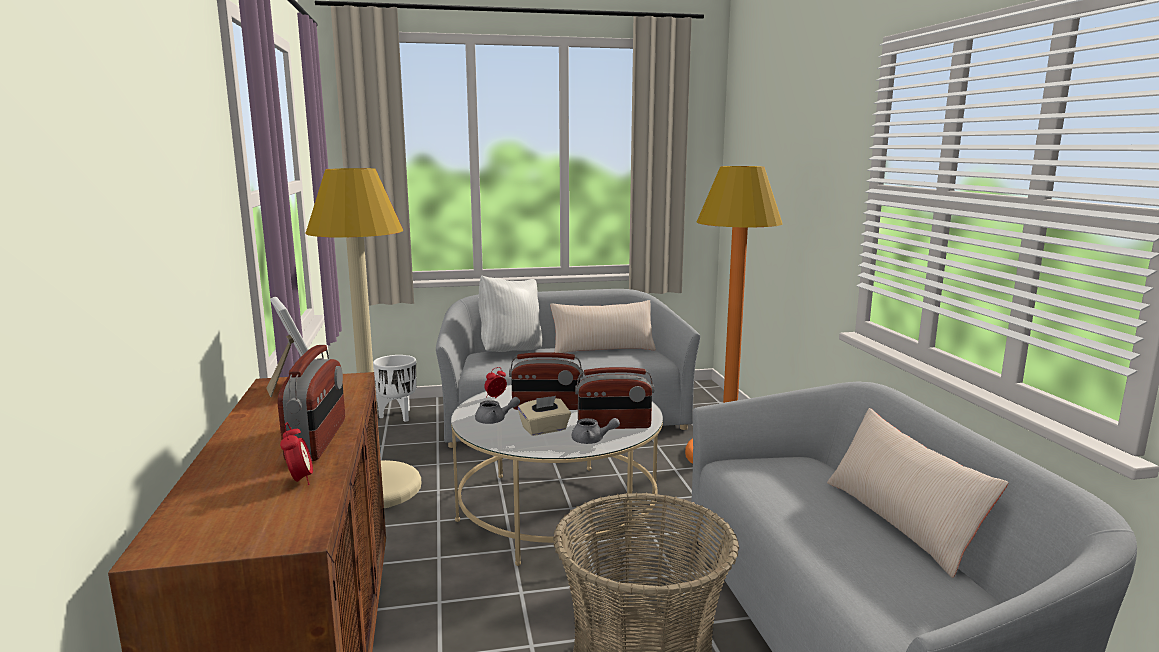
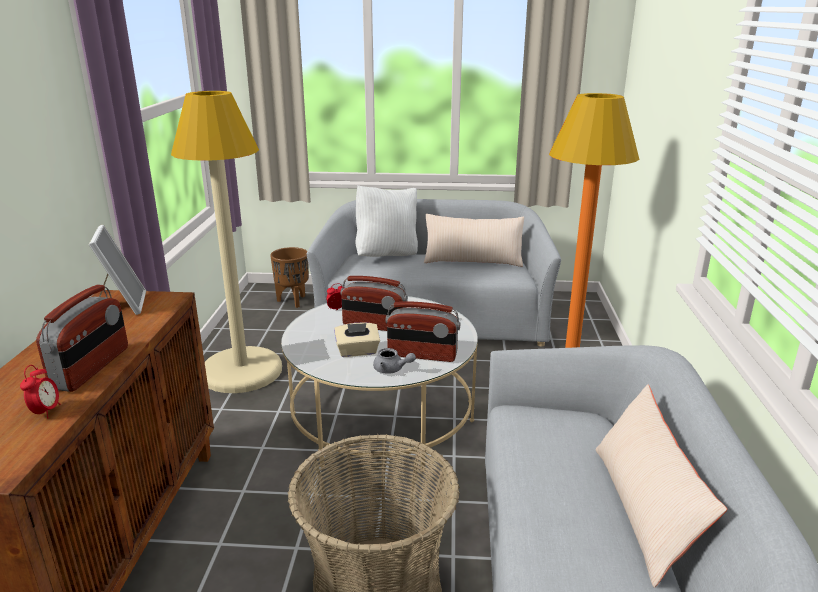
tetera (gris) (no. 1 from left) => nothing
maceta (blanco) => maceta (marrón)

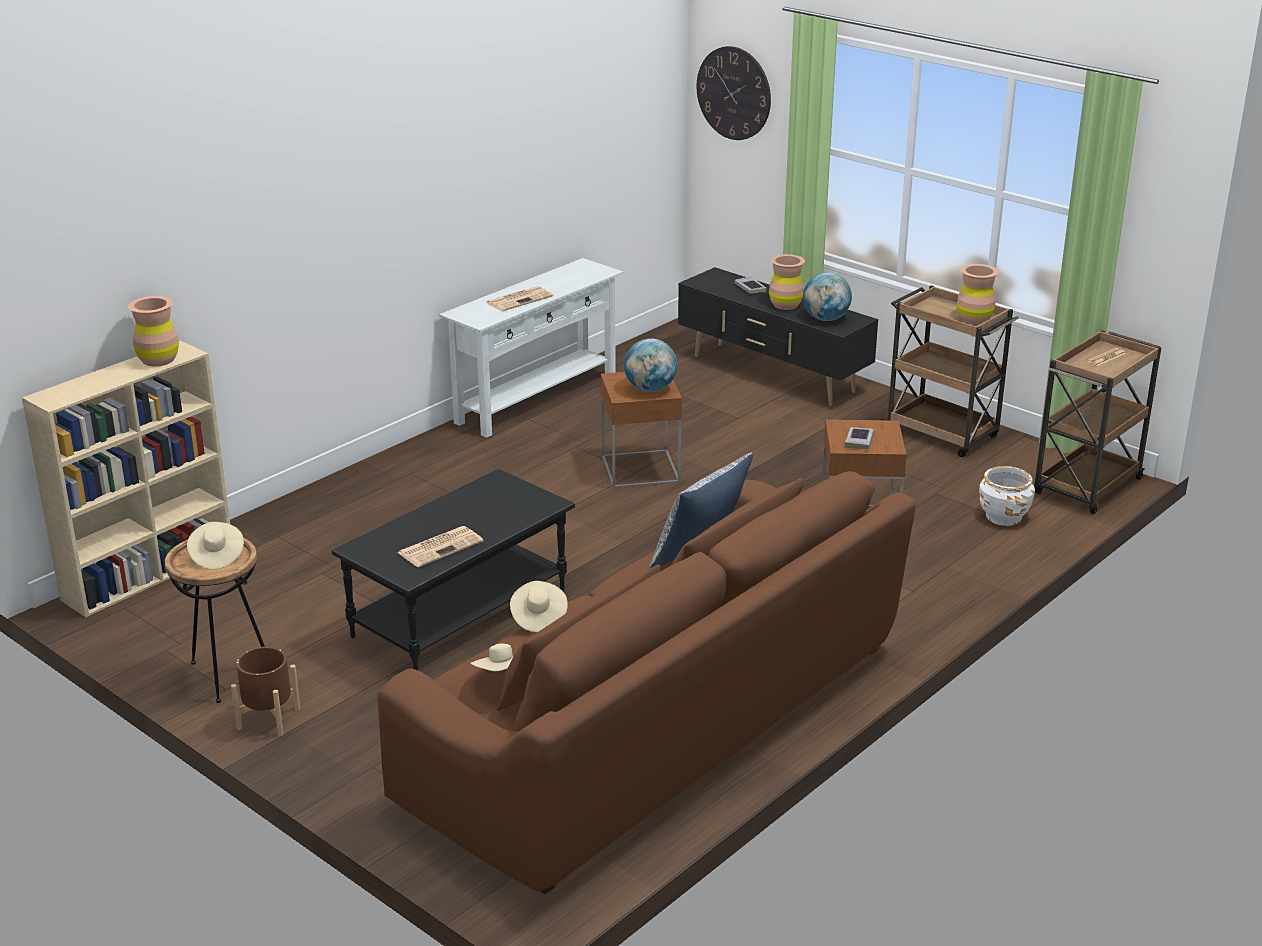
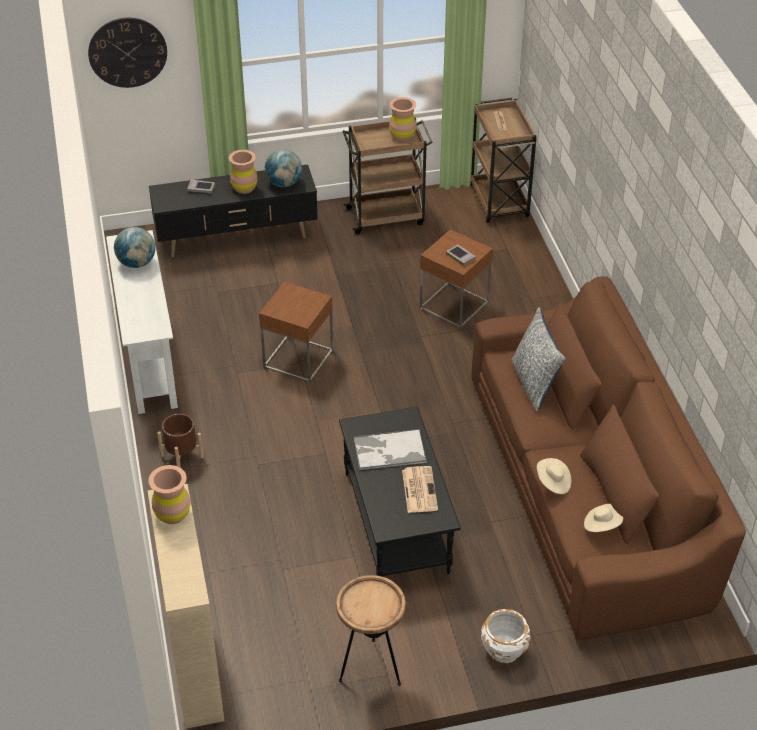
sombrero (beis) (no. 1 from left) => nothing
periódico (no. 2 from left) => nothing
nothing => bandeja
maceta (marrón), relocated
globo terráqueo (no. 1 from left), relocated
maceta (blanco), relocated

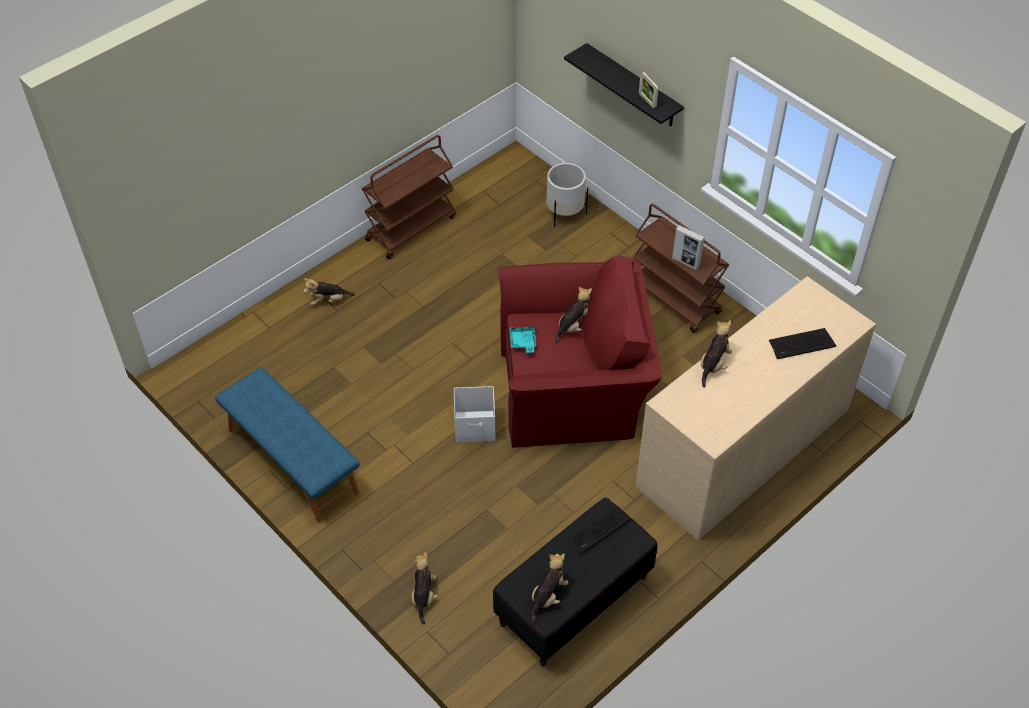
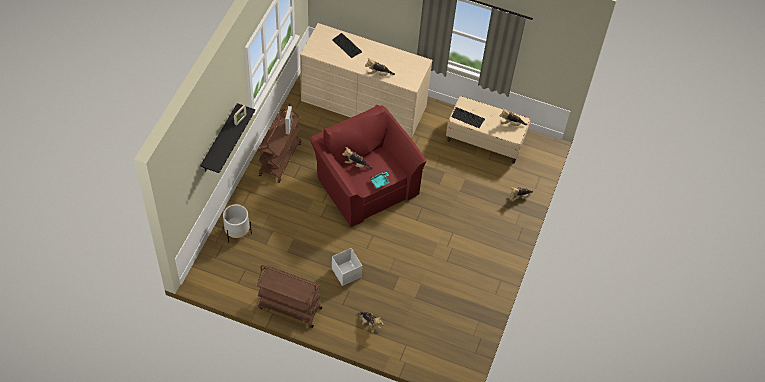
banco (azul) => nothing
caja de almacenaje (blanco), relocated
banco (negro) => banco (beis)

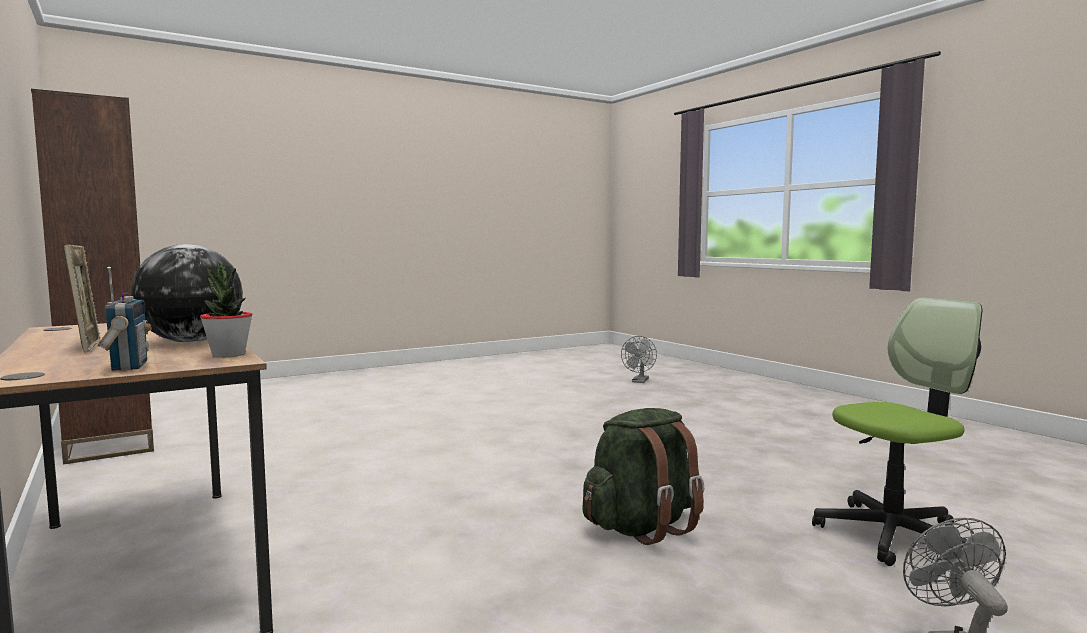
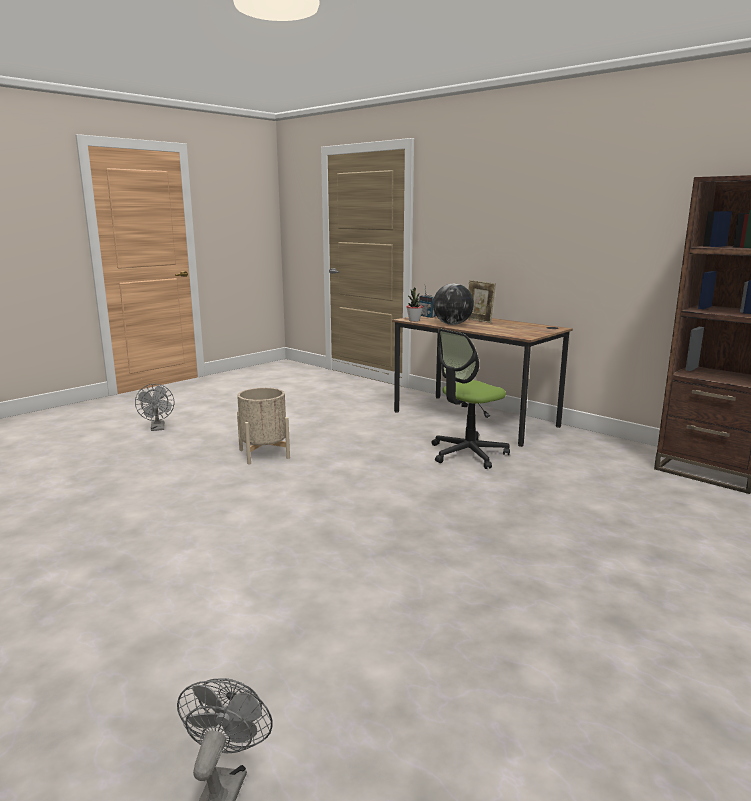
silla de oficina, relocated
mochila (verde) => maceta (beis)

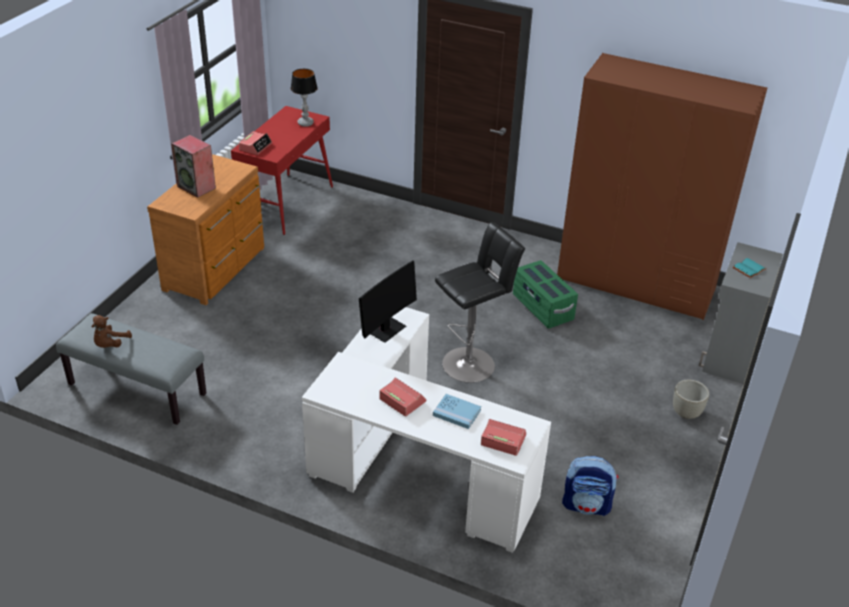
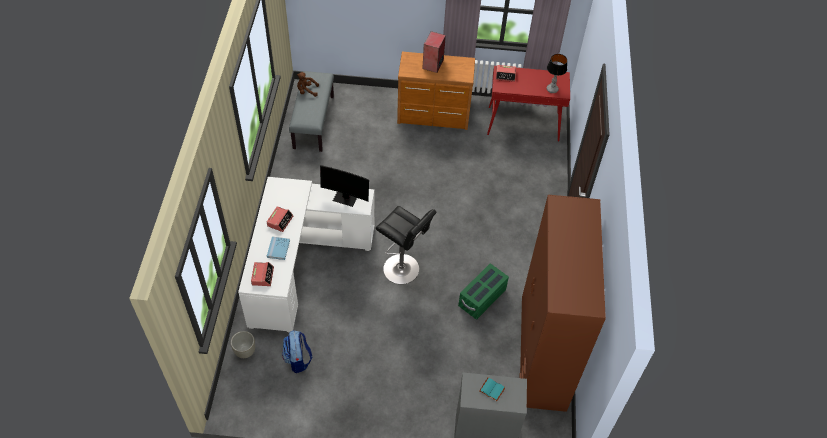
maceta (gris), relocated

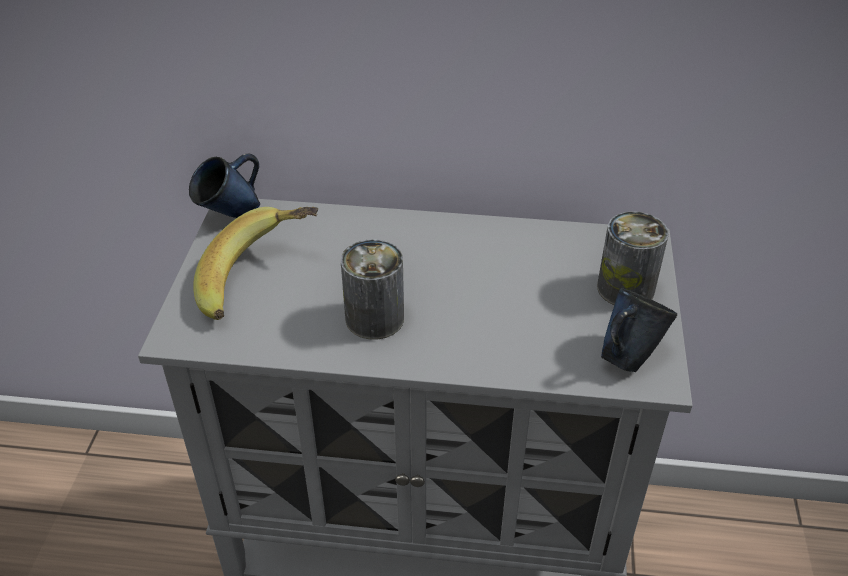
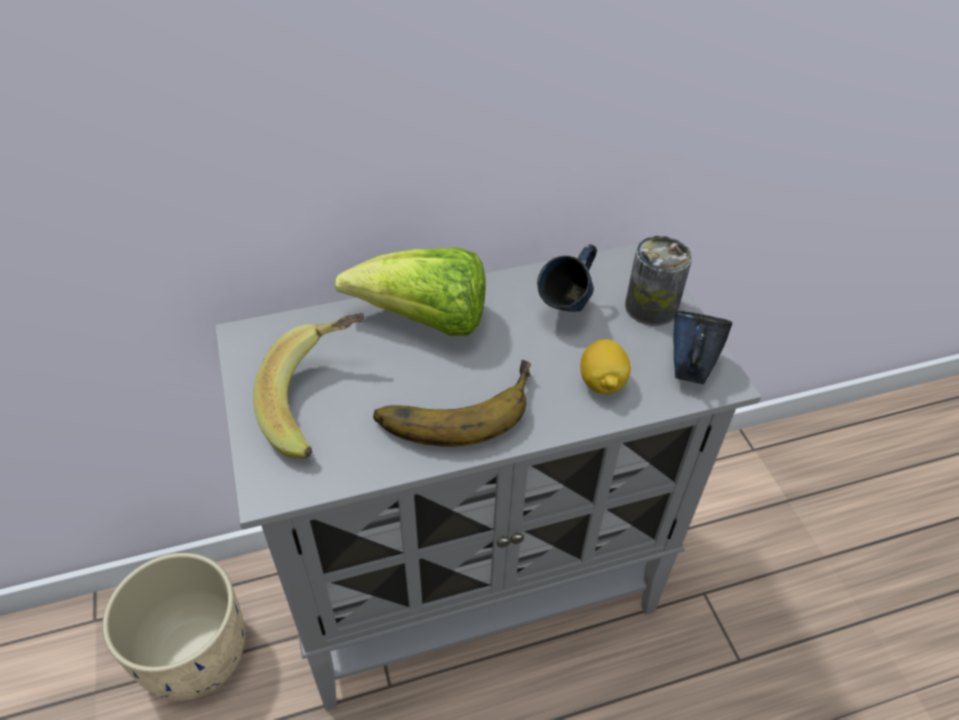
nothing => maceta (beis)
nothing => lechuga
nothing => limón
taza grande (azul) (no. 1 from left), relocated
lata (no. 1 from left) => plátano (no. 2 from left)

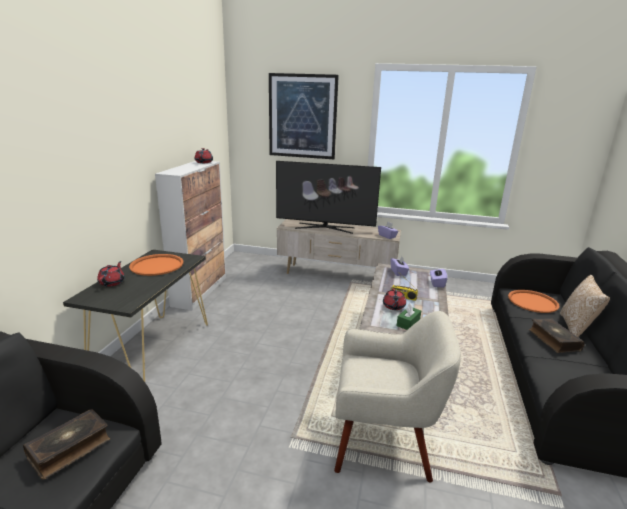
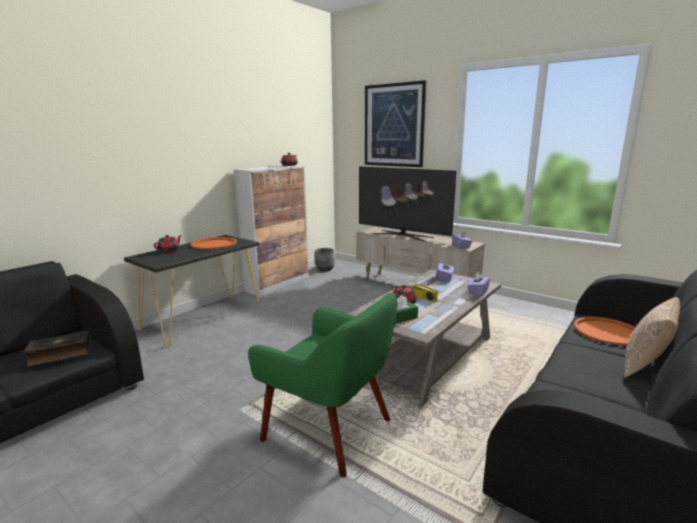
libro (no. 2 from left) => nothing
nothing => maceta (gris)
sillón (beis) => sillón (verde)

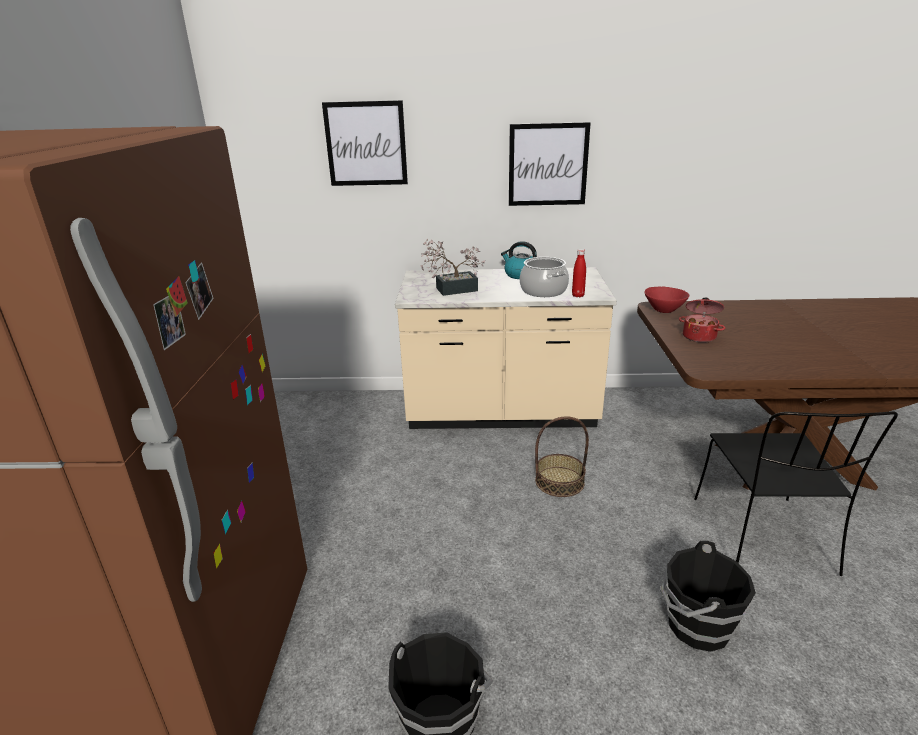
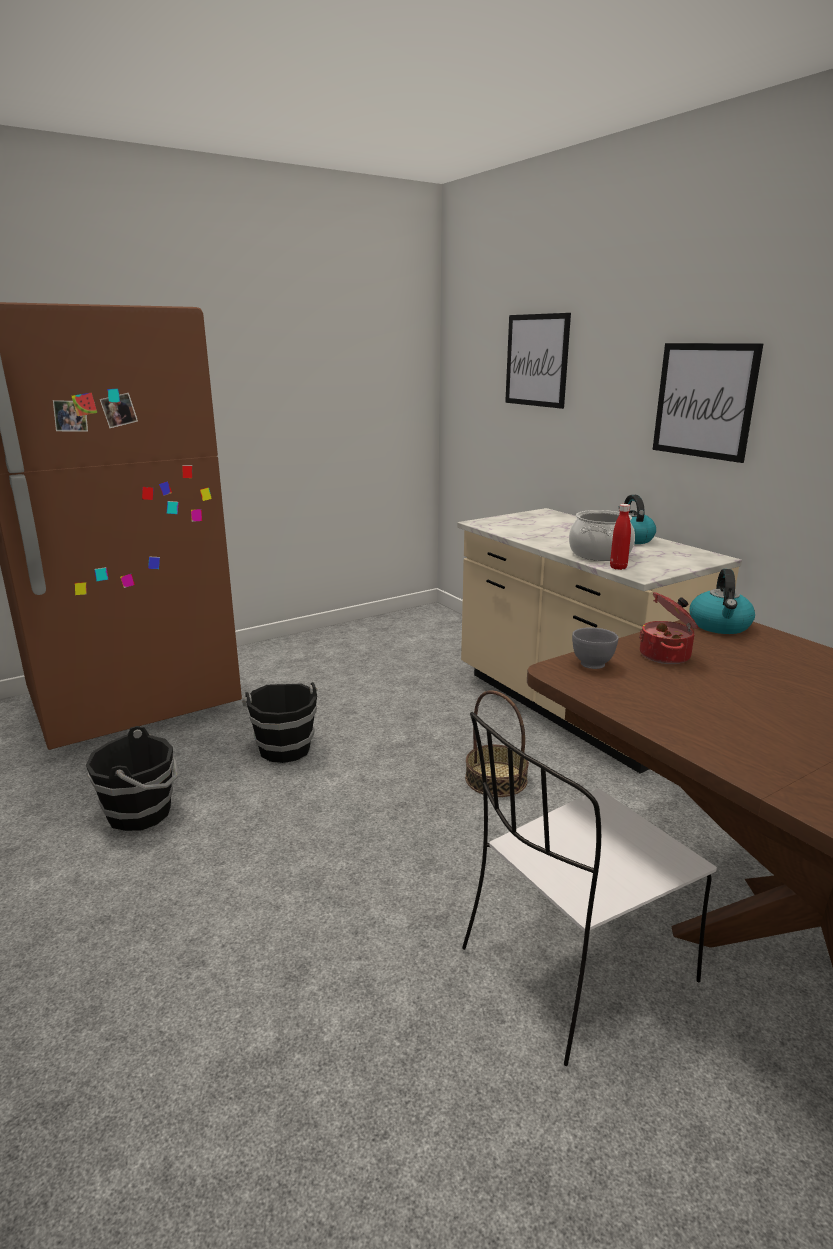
planta en maceta => nothing
nothing => cuenco (gris)
cubo (negro) (no. 2 from left), relocated
cuenco (rojo) => hervidor (no. 2 from left)
silla (negro) => silla (blanco)

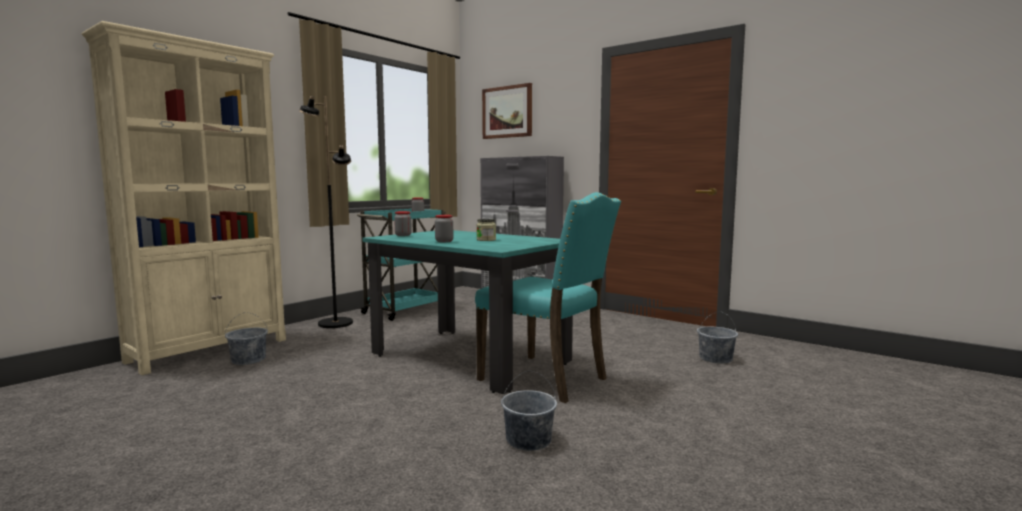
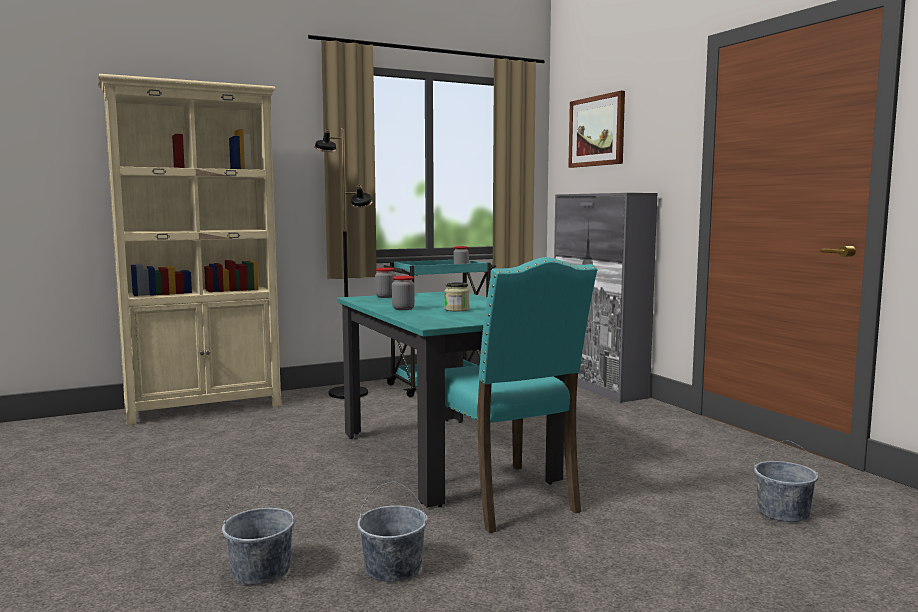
cubo (gris) (no. 1 from left), relocated

